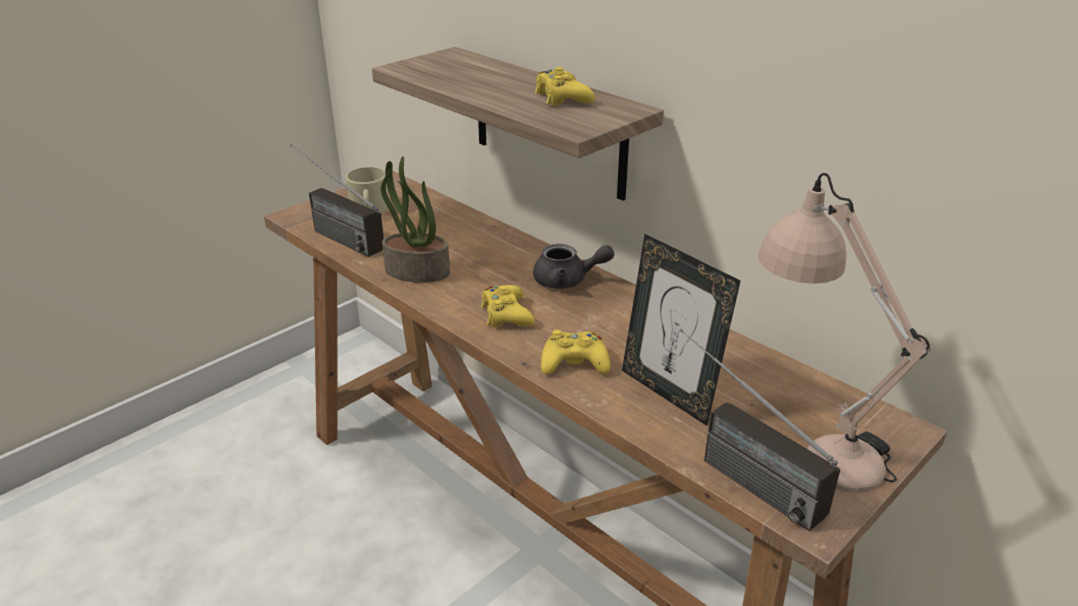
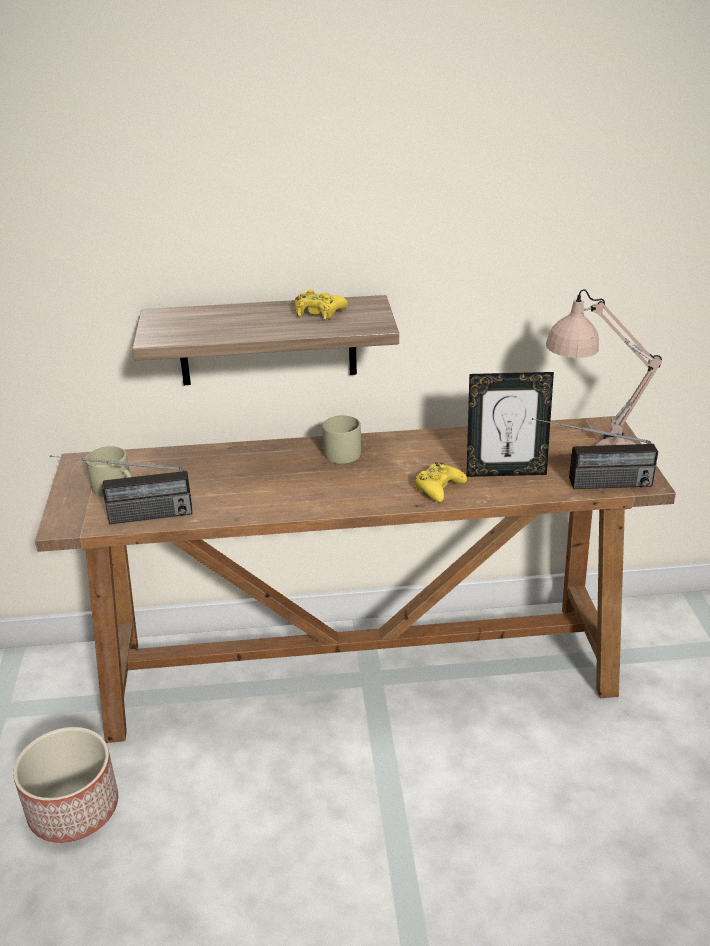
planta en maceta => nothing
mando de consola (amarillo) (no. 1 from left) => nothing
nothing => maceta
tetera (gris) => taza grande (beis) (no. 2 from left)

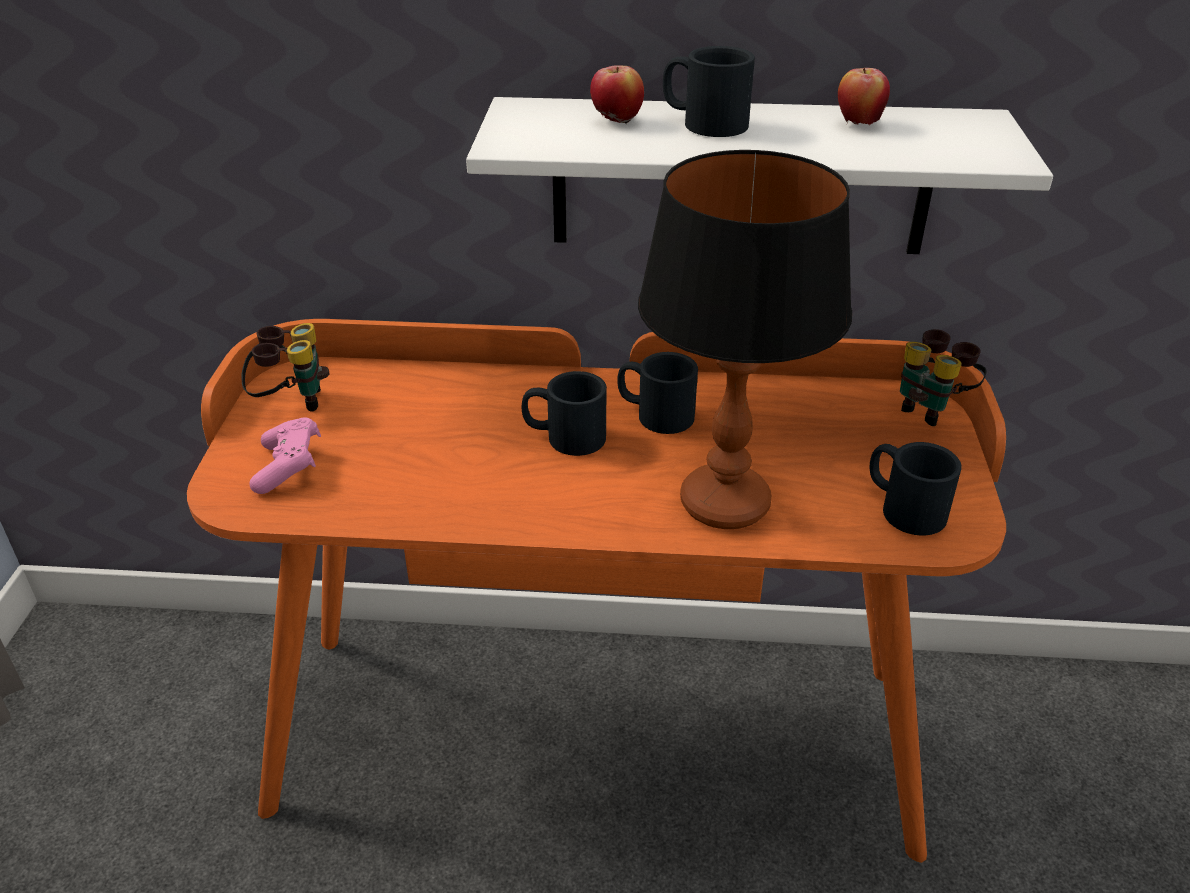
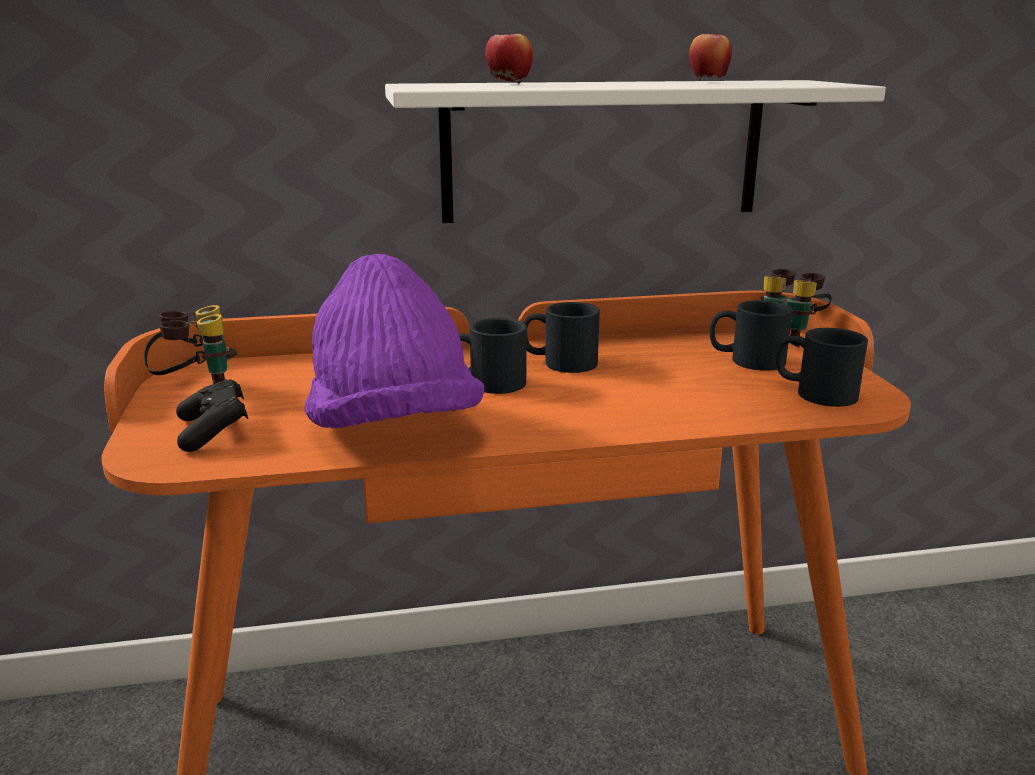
lámpara de mesa => nothing
nothing => sombrero (morado)
taza grande (negro) (no. 3 from left), relocated
mando de consola (rosa) => mando de consola (negro)

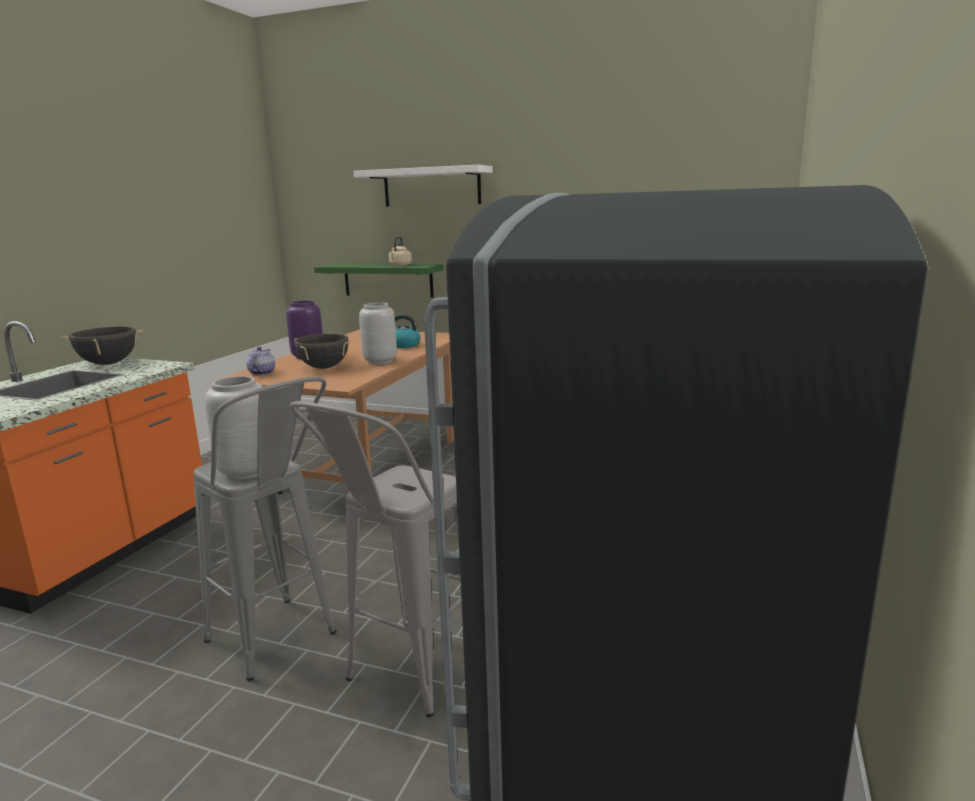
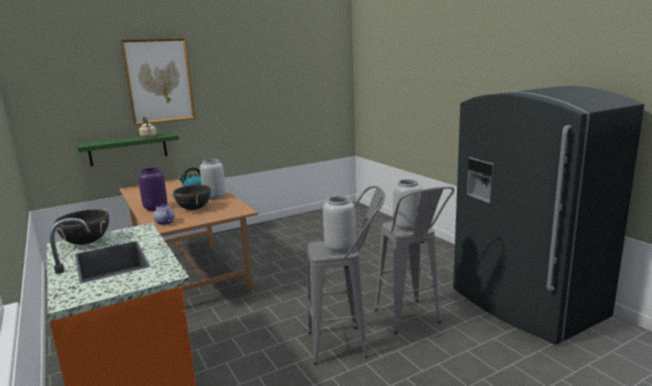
nothing => florero (gris) (no. 3 from left)
estante (blanco) => cuadro

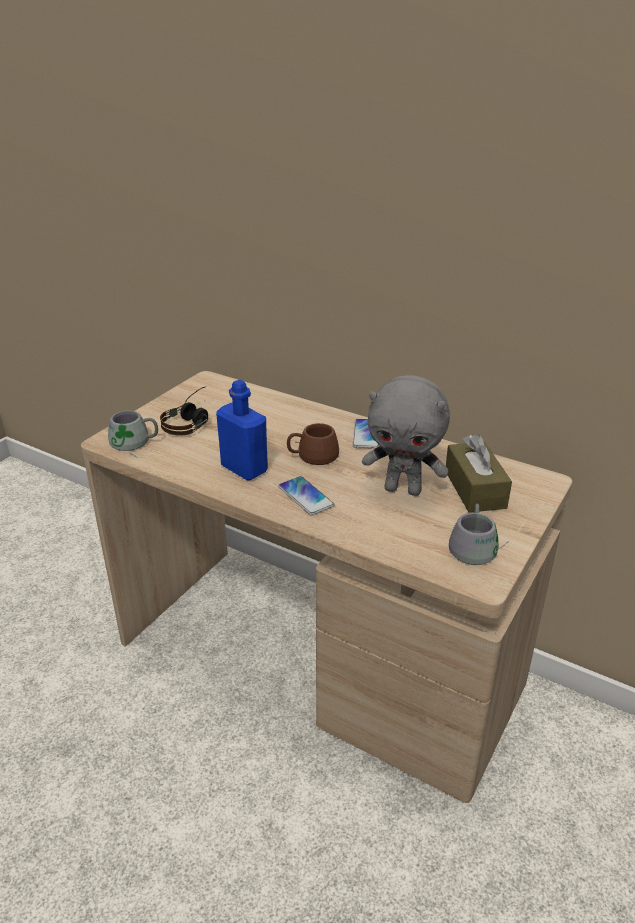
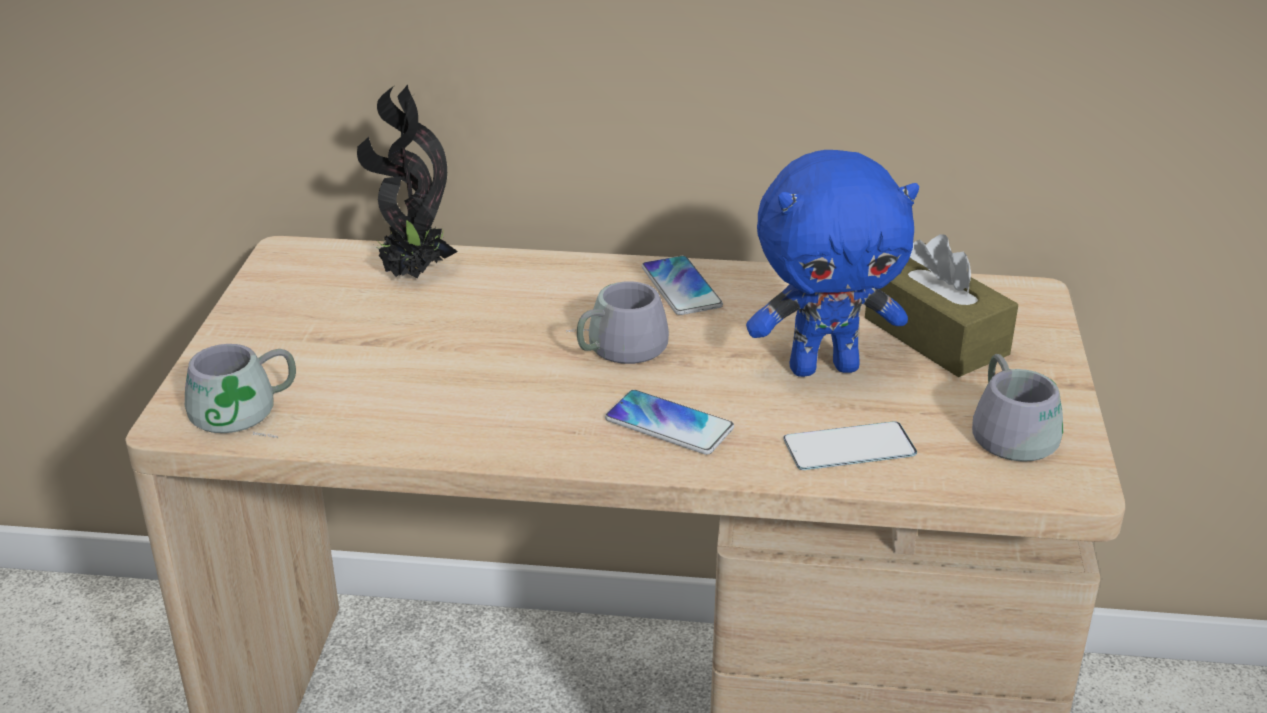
auriculares => nothing
botella (azul) => nothing
nothing => planta en maceta
nothing => móvil (no. 3 from left)
taza grande (marrón) => taza grande (gris) (no. 2 from left)
peluche (gris) => peluche (azul)

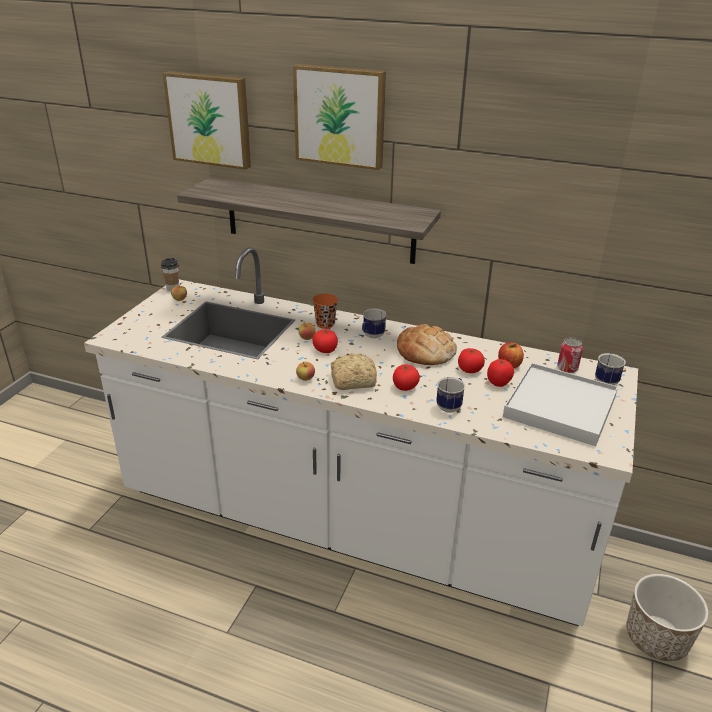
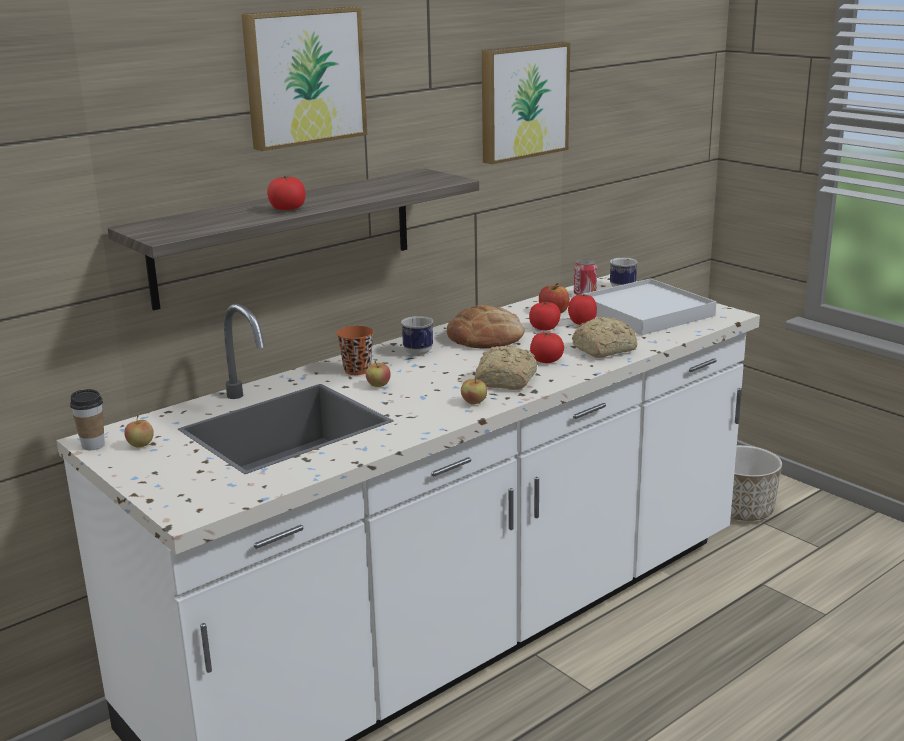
cuadro (no. 1 from left in the first image) => cuadro (no. 2 from left), relocated
tomate (no. 1 from left), relocated
taza grande (no. 2 from left) => pan (no. 3 from left)

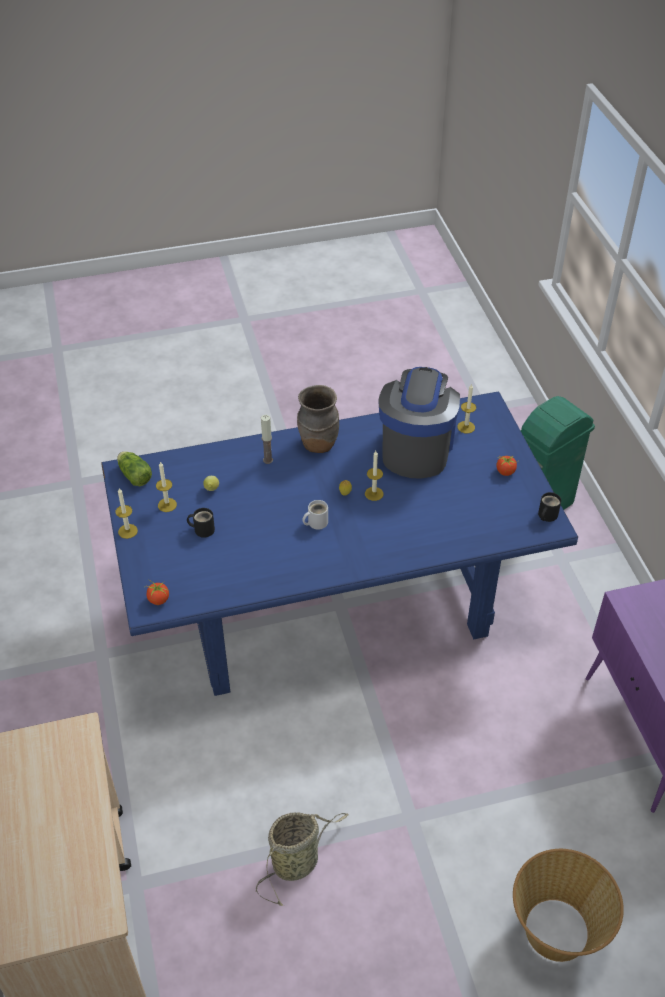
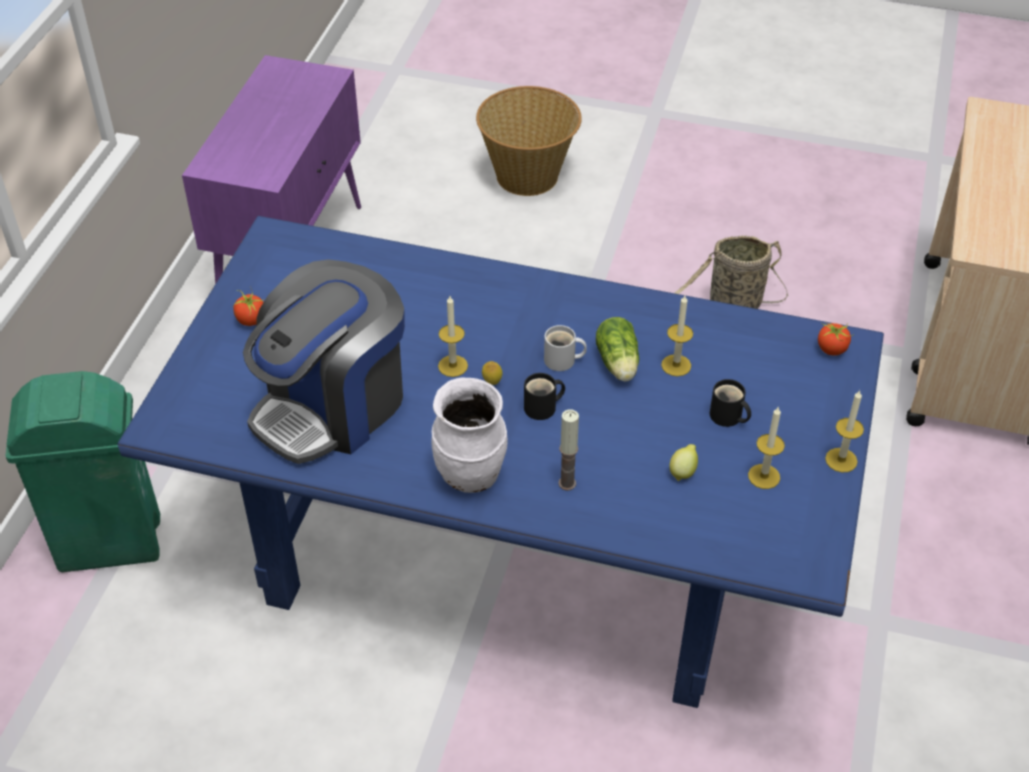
lechuga, relocated
vela (no. 5 from left in the first image) => vela (no. 3 from left), relocated
taza grande (negro) (no. 2 from left in the first image) => taza grande (negro) (no. 1 from left), relocated
florero (marrón) => florero (blanco)

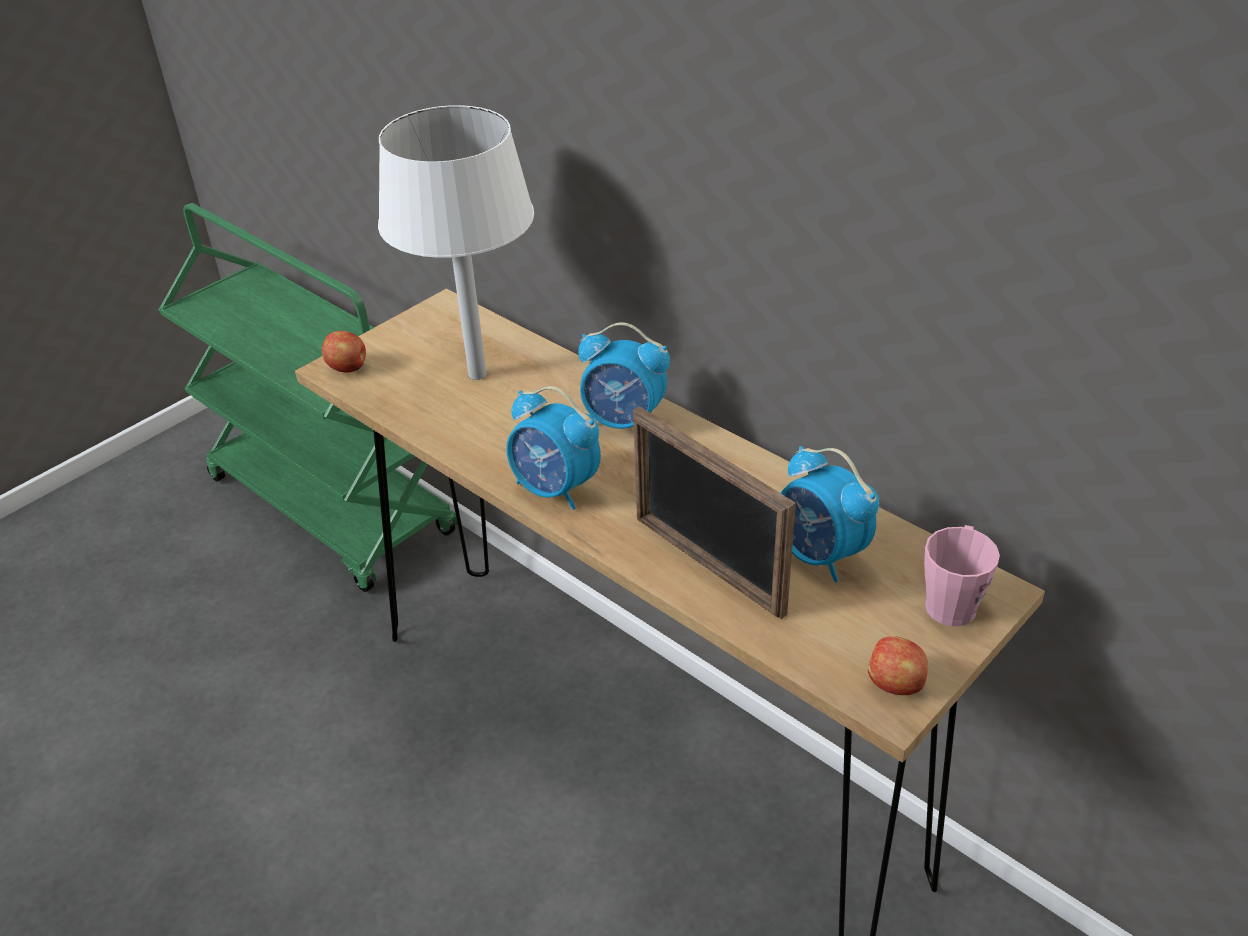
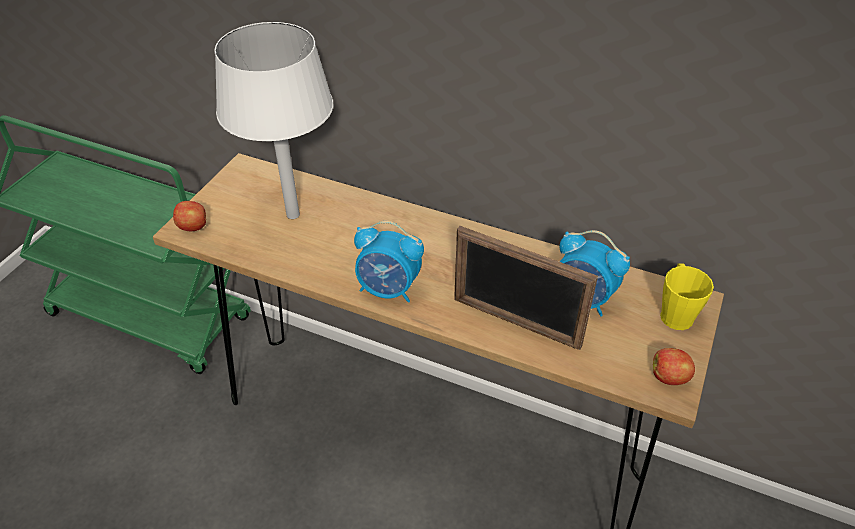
despertador (no. 2 from left) => nothing
taza grande (rosa) => taza grande (amarillo)

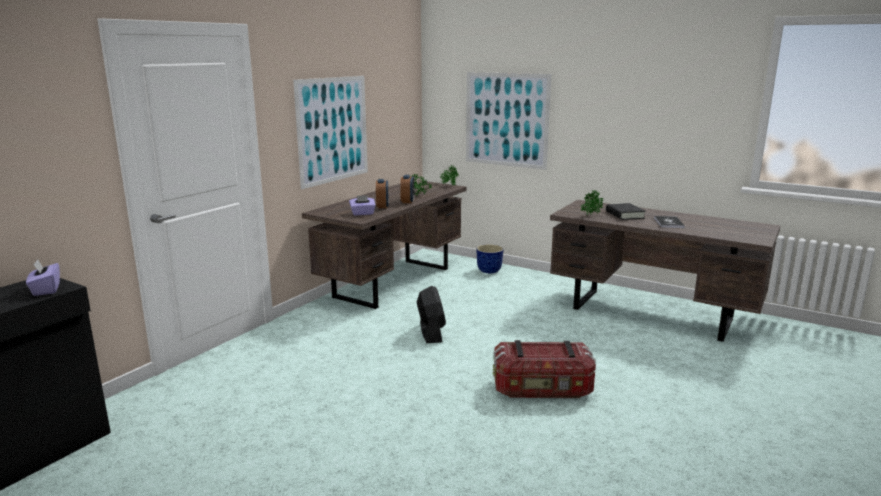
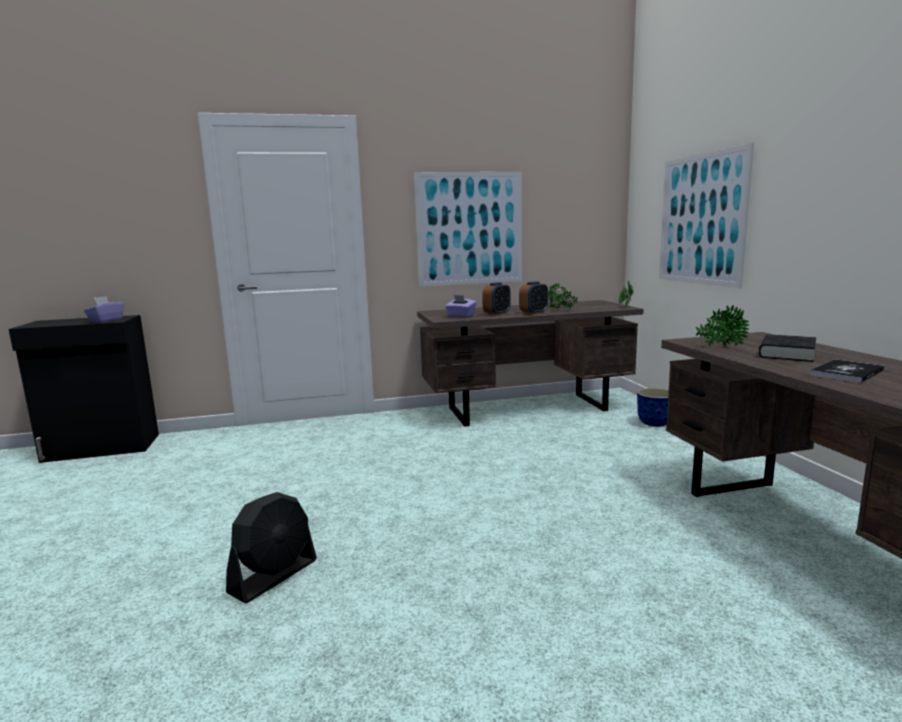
caja de almacenaje => nothing
ventilador (negro), relocated

